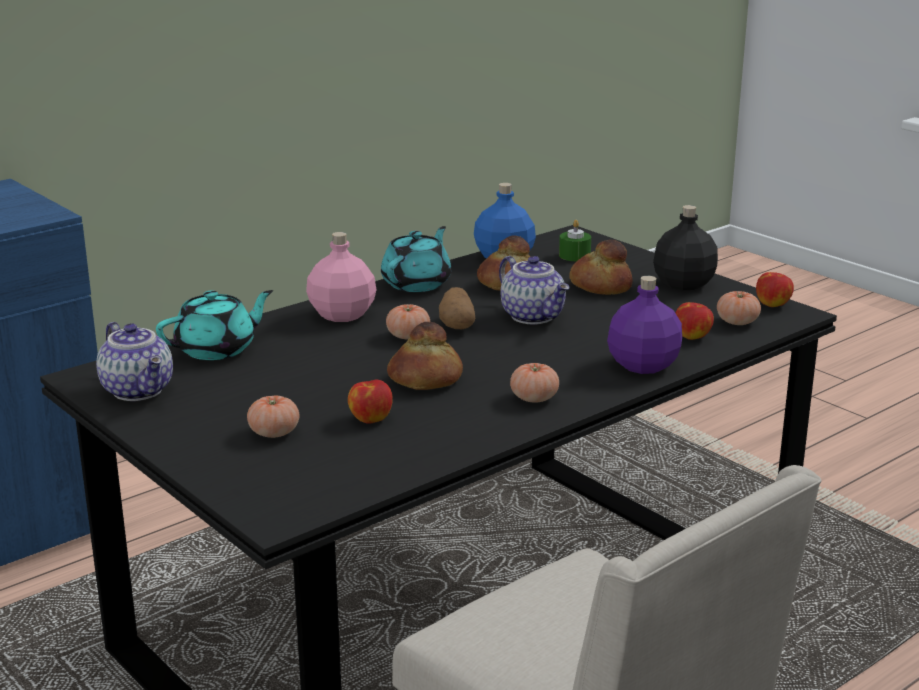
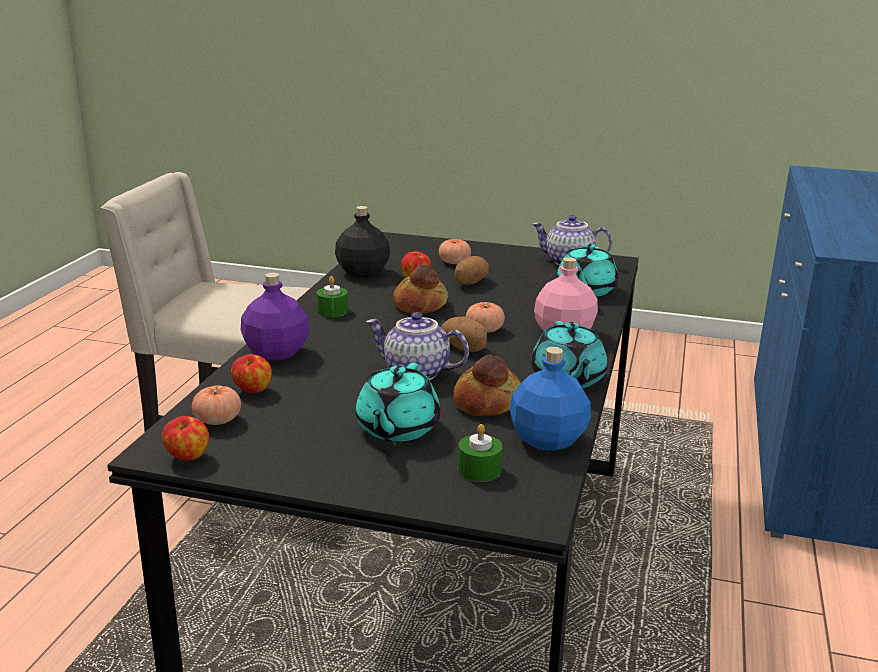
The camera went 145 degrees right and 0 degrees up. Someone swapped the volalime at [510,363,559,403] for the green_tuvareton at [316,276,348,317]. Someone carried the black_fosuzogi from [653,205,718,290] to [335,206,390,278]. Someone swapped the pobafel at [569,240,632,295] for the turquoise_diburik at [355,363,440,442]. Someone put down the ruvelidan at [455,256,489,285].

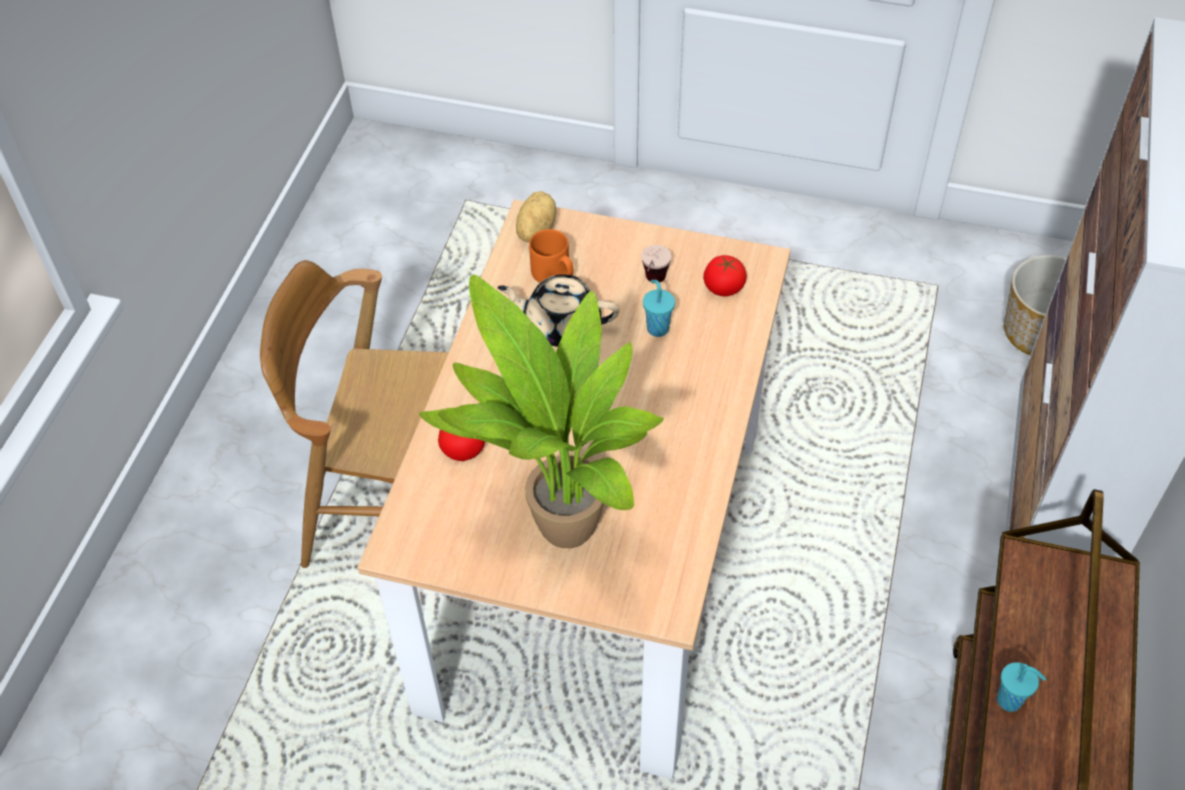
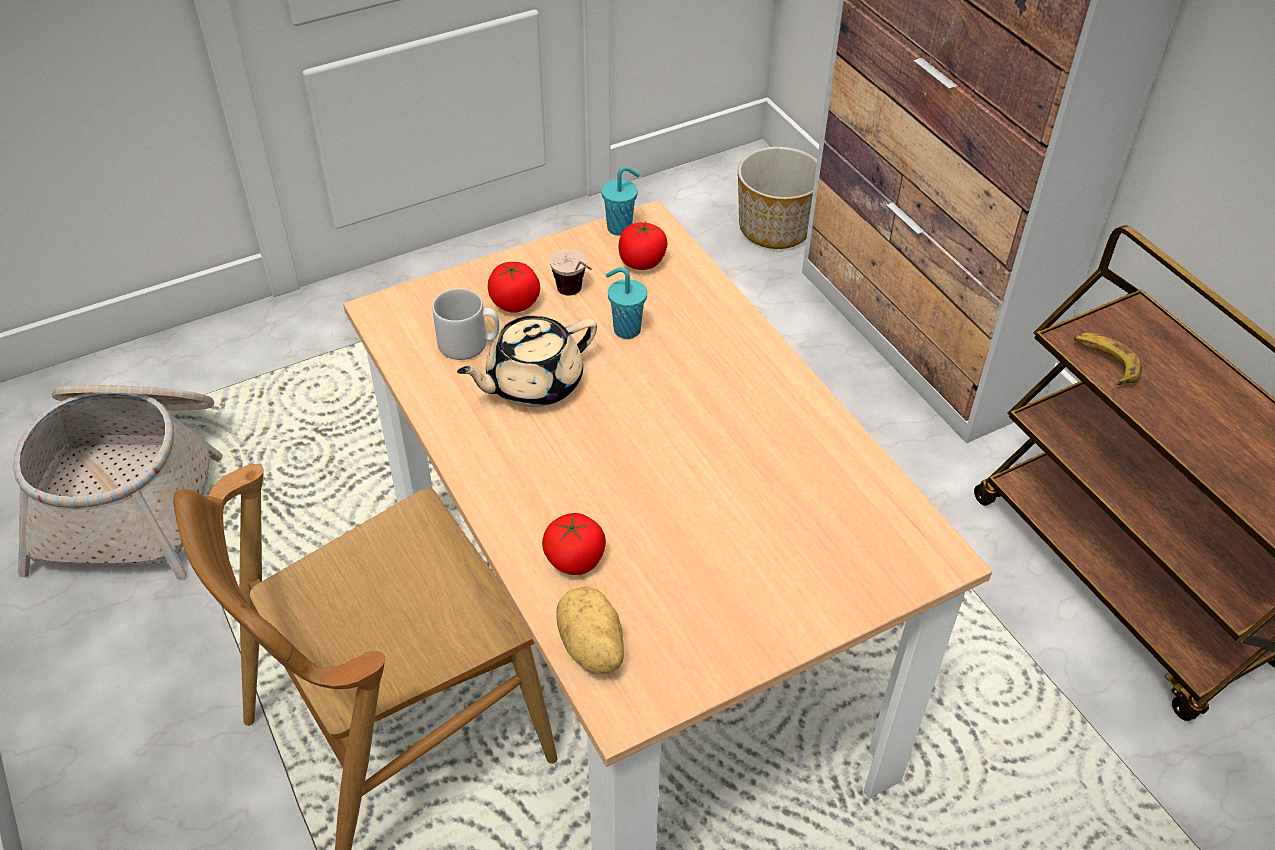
The camera went 45 degrees left and 5 degrees down. Someone put down the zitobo at [13,385,223,579]. Someone repainted the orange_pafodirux at [529,229,573,283], which became the grey_pafodirux at [432,288,499,360]. Someone put down the volalime at [488,262,540,313]. Someone carried the ruvelidan from [516,191,556,242] to [557,587,624,674]. Someone carried the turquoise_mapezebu from [997,662,1046,712] to [601,166,640,236]. Someone put down the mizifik at [1074,333,1142,385]. Someone took away the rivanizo at [419,275,664,548].

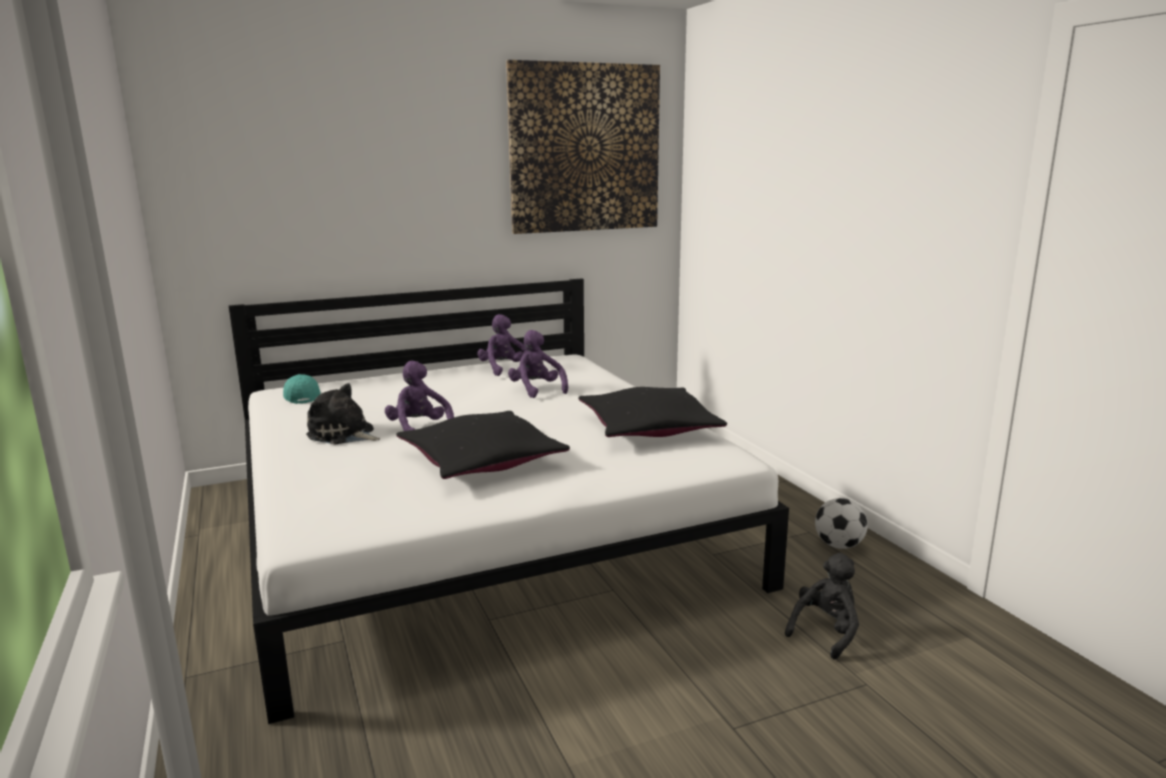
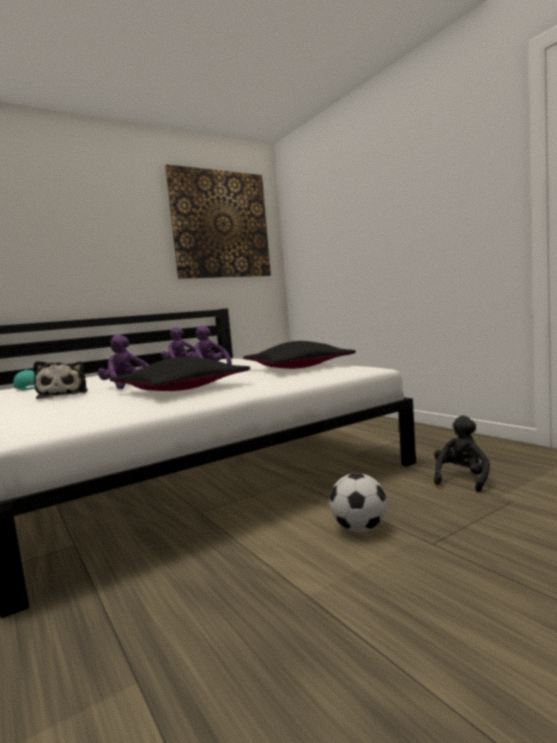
The camera went 10 degrees left and 10 degrees down. Someone rotated the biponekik at [306,383,380,444] by 120 degrees counterclockwise. Someone carried the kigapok from [815,498,868,549] to [330,473,387,532].

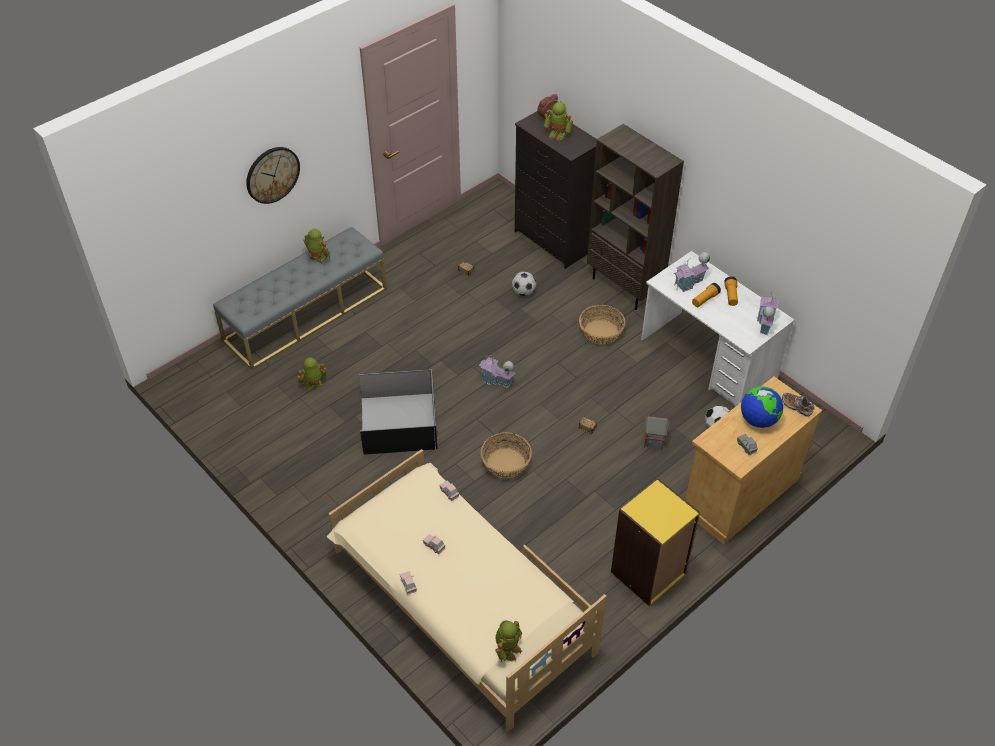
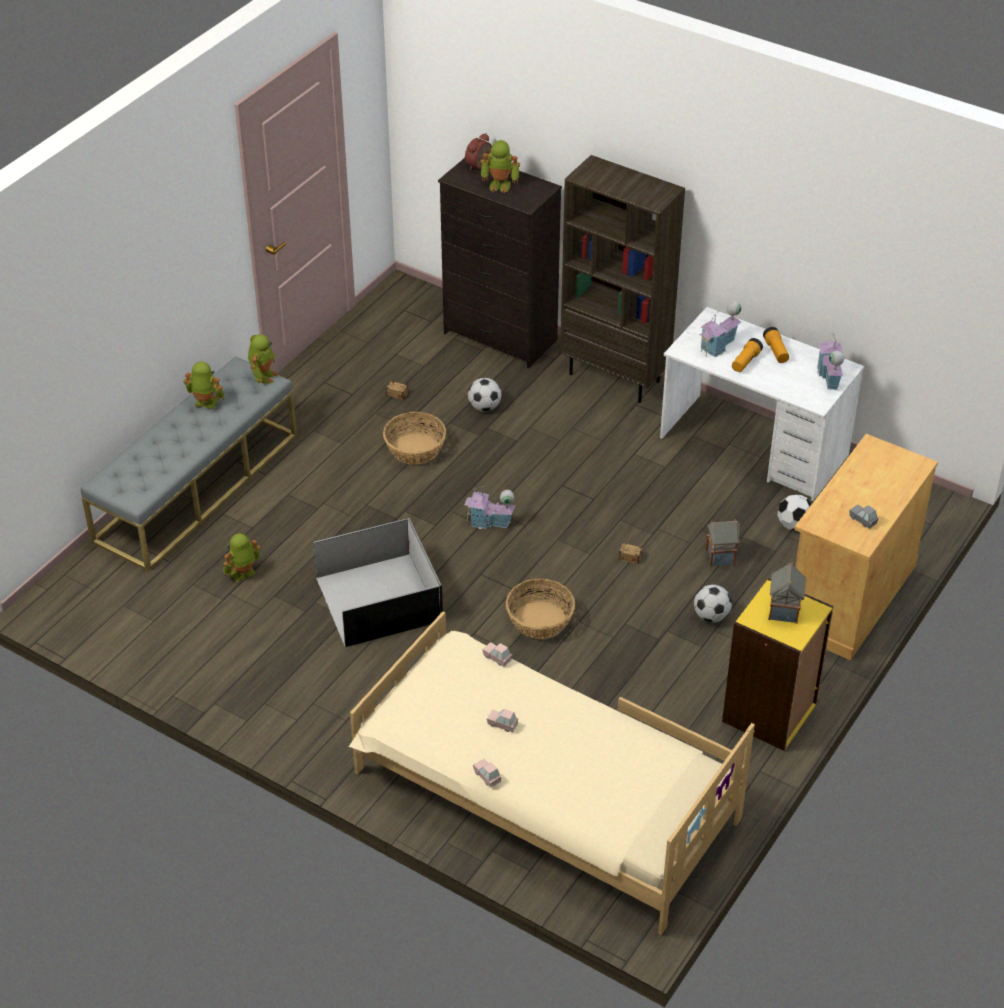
The camera went 15 degrees left and 5 degrees down. Someone carried the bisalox from [495,620,522,662] to [248,334,278,384]. Someone carried the zitobo from [579,305,625,345] to [383,412,446,465]. Someone put down the kigapok at [694,585,732,622]. Someone put down the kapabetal at [768,563,806,624]. Someone took away the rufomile at [246,147,300,204]. Someone took away the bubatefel at [741,386,783,428]. Someone took away the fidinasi at [782,393,815,417].

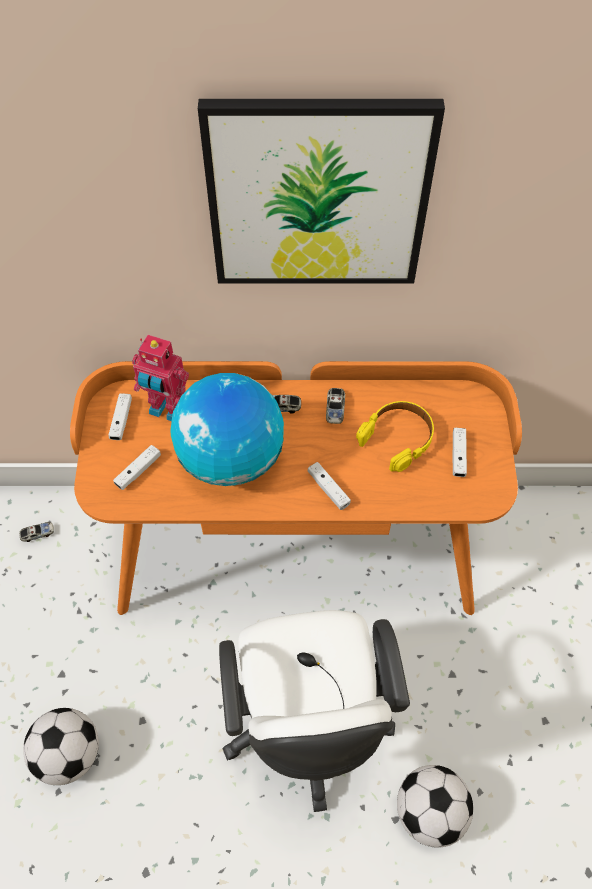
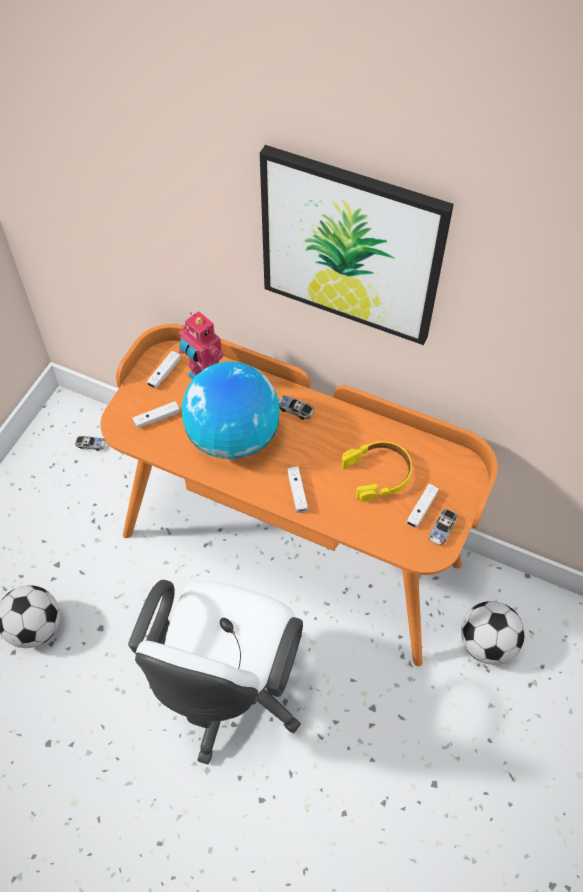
The camera went 25 degrees right and 0 degrees up. Someone carried the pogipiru from [326,388,345,424] to [429,509,458,546]. Someone carried the kigapok from [397,765,473,848] to [461,601,525,665].

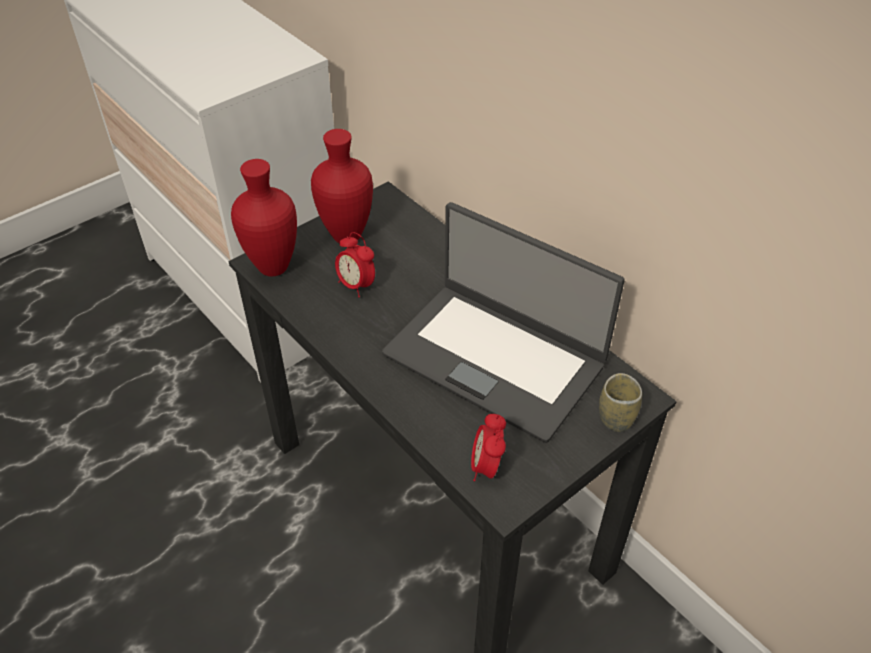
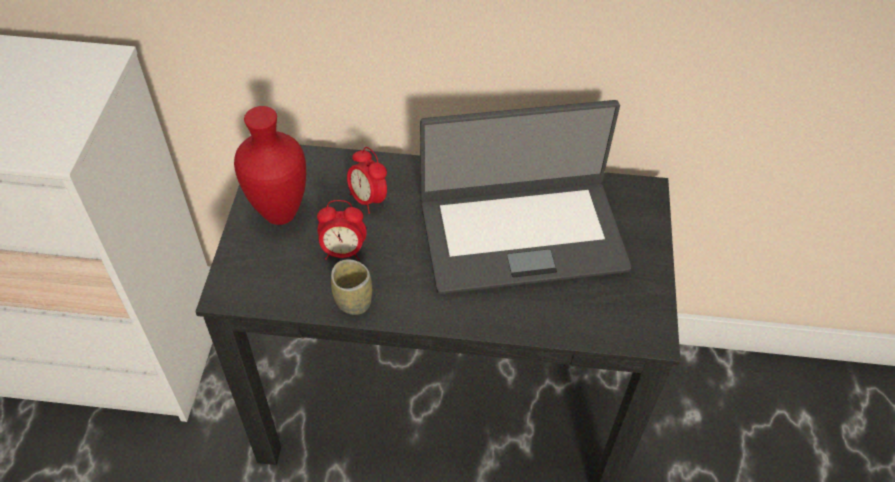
The camera went 45 degrees left and 5 degrees up. Someone carried the mapezebu from [599,373,642,432] to [331,259,372,315]. Someone carried the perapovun from [471,414,506,481] to [347,147,387,214]. Someone took away the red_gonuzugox at [231,159,297,276].

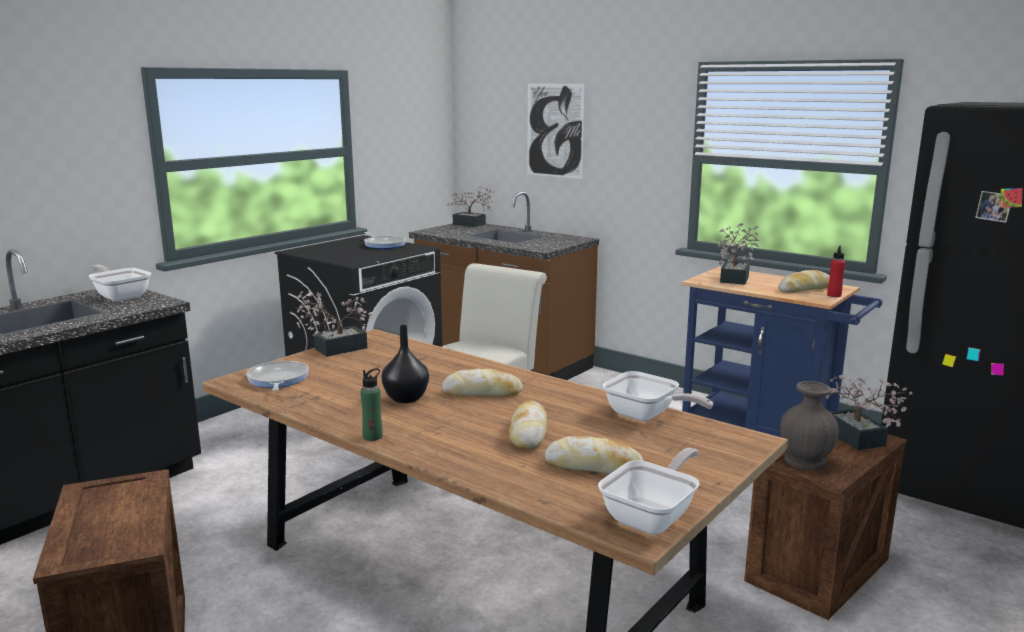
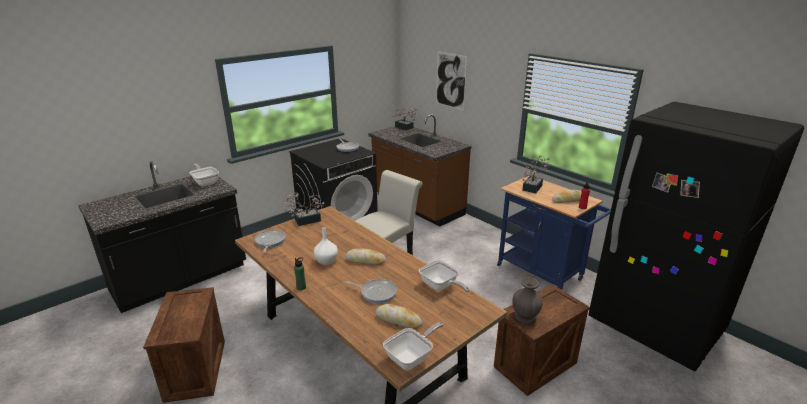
The camera went 10 degrees right and 10 degrees up. Someone repainted the black_gonuzugox at [381,325,429,403], which became the white_gonuzugox at [314,227,338,265]. Someone swapped the pobafel at [509,401,547,449] for the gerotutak at [345,279,397,303]. Someone took away the rivanizo at [826,375,912,450].

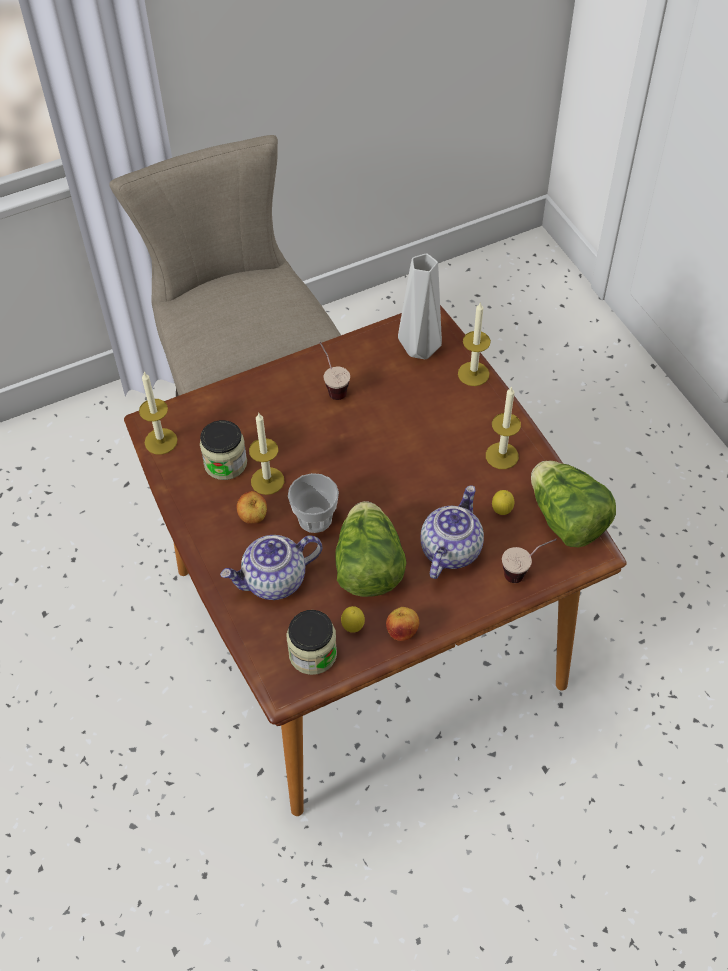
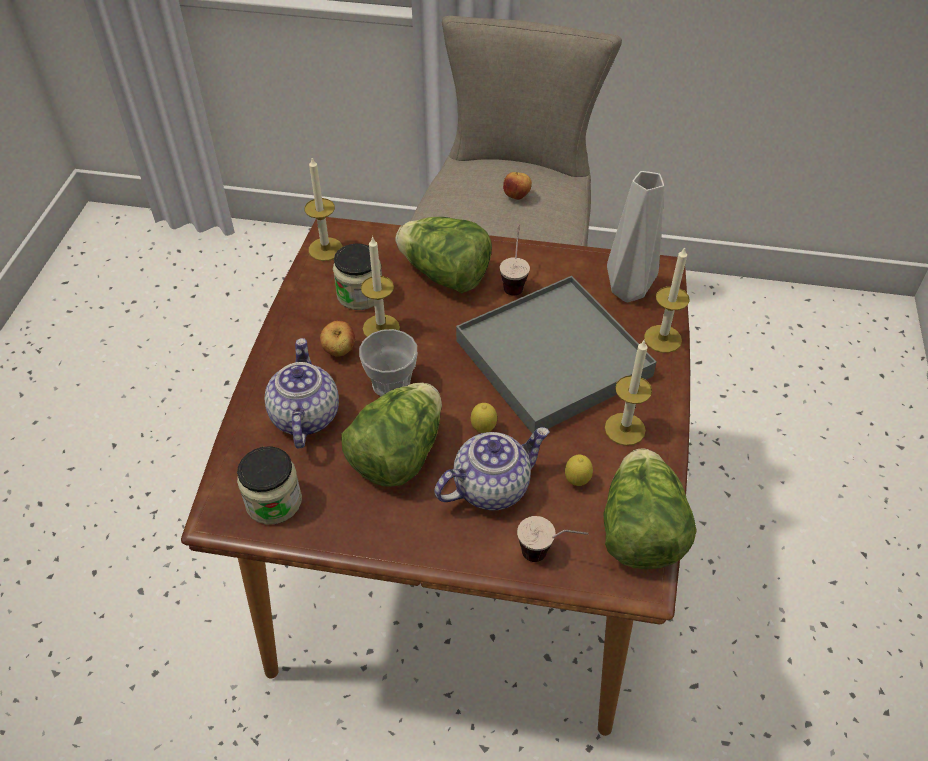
The camera went 35 degrees right and 5 degrees down. Someone rotated the diburik at [220,535,322,600] by 75 degrees clockwise. Someone put down the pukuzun at [395,217,492,293]. Someone put down the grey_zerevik at [456,276,657,434]. Someone carried the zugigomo from [341,606,365,633] to [471,403,497,433]. Someone carried the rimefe from [386,607,419,641] to [503,172,532,200].

